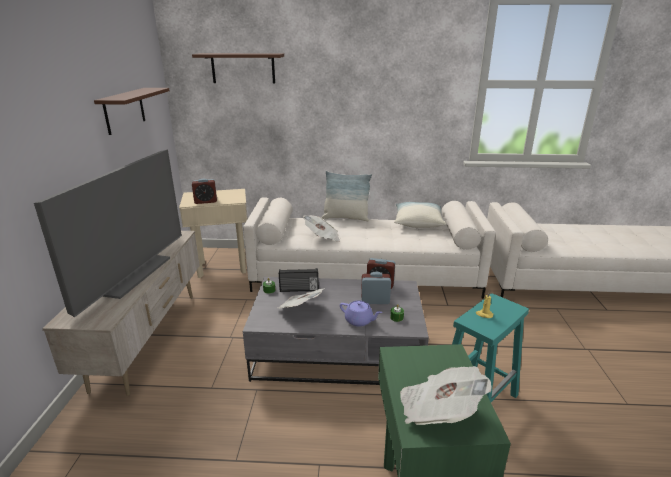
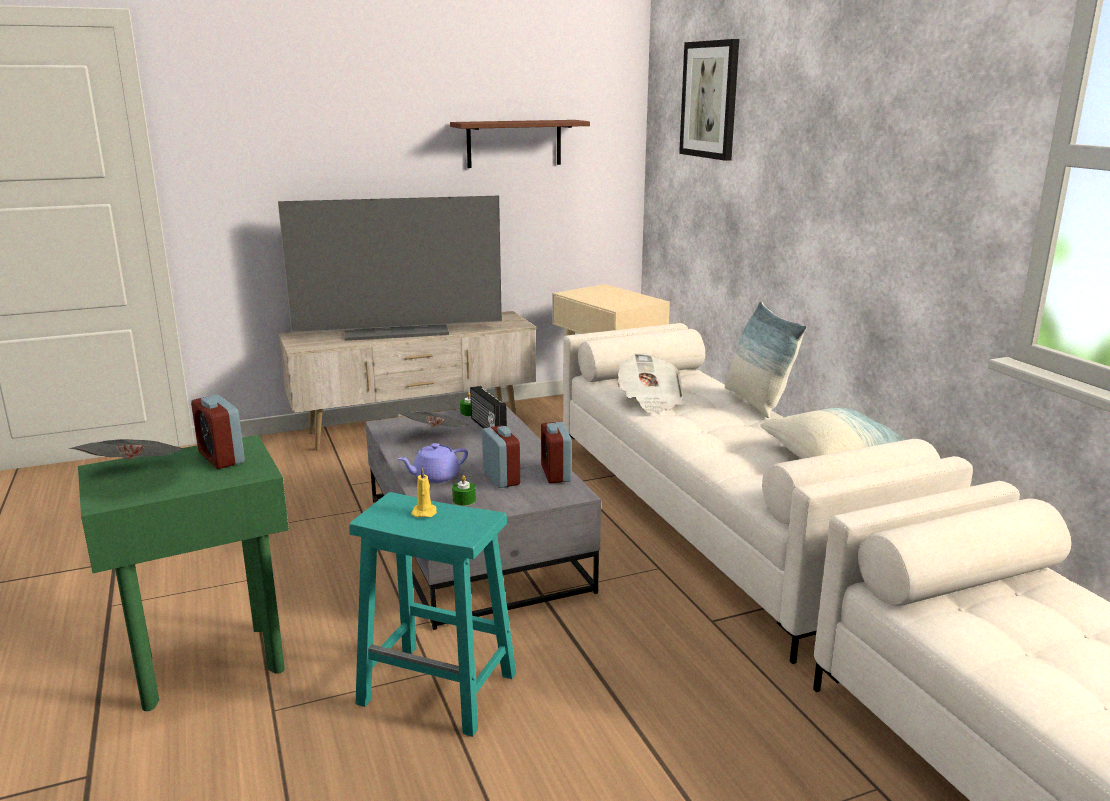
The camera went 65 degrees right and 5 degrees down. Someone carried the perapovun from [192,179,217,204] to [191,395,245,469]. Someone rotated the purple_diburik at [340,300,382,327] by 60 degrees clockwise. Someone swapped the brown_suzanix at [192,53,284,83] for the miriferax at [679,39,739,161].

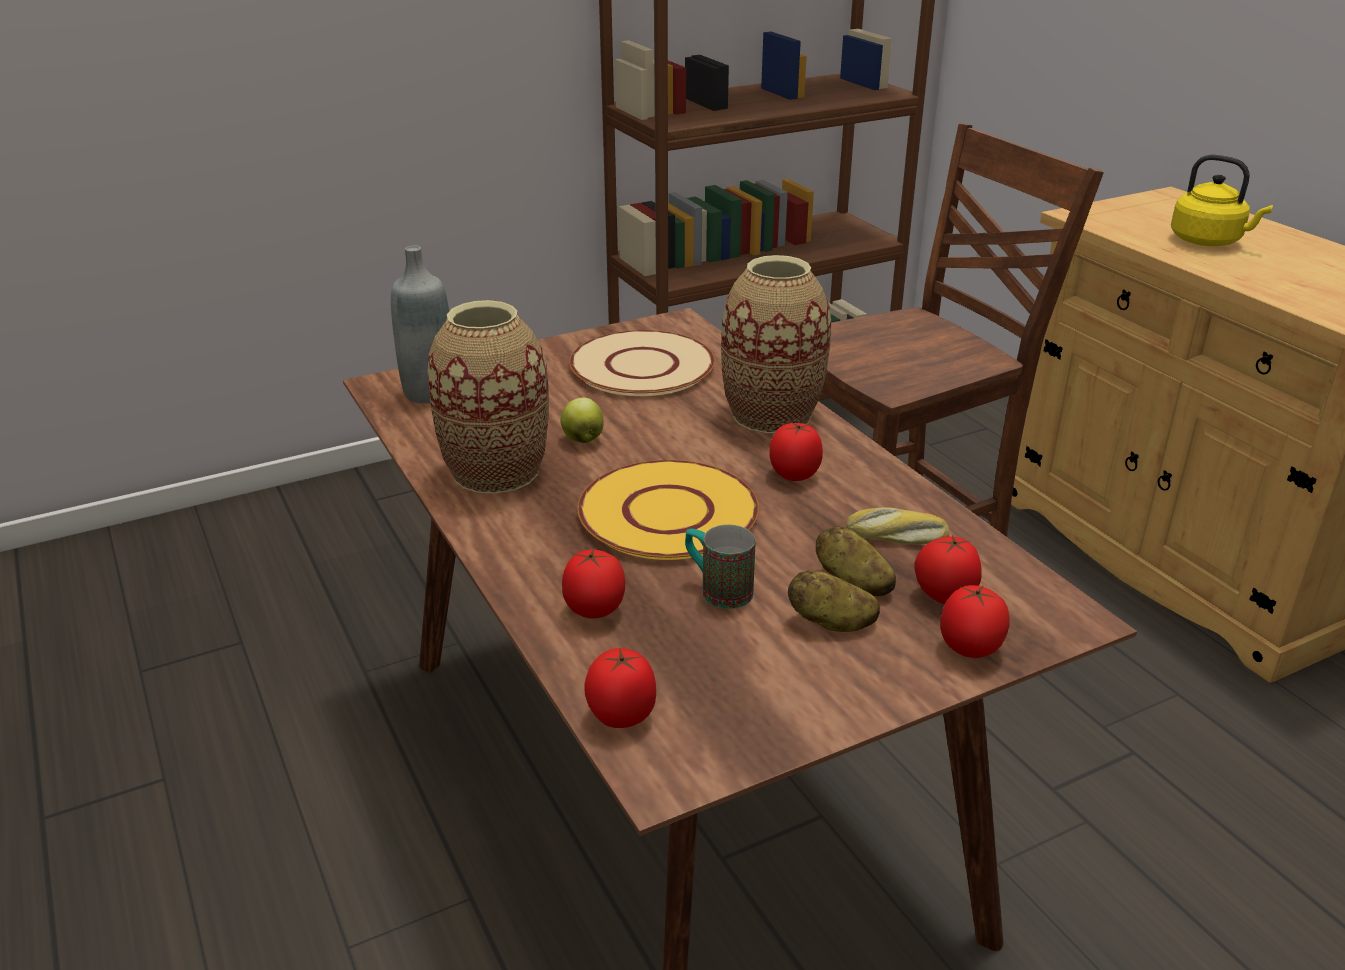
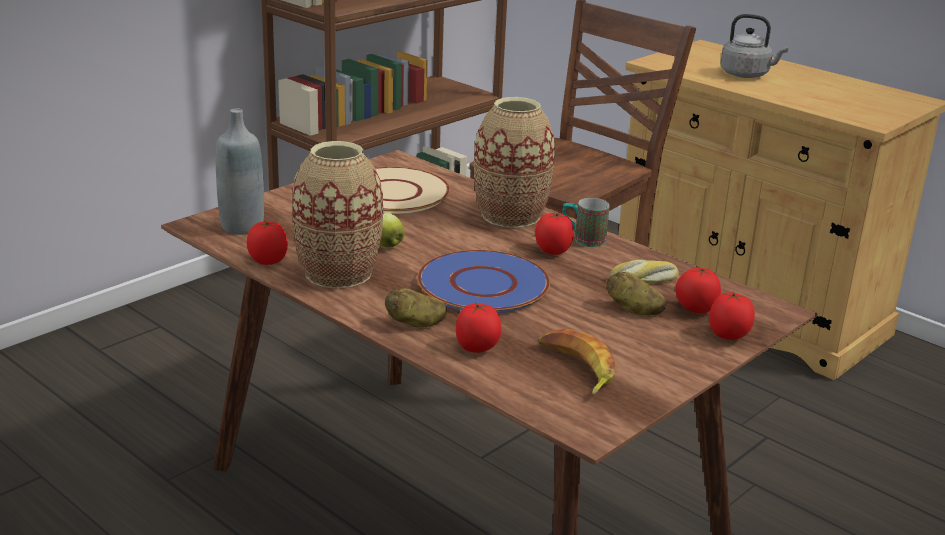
The camera went 20 degrees left and 5 degrees down. Someone carried the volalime from [584,648,656,728] to [247,221,288,265]. Someone carried the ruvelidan from [788,571,880,632] to [385,288,447,328]. Someone repainted the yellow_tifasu at [577,460,759,560], which became the blue_tifasu at [417,250,550,313]. Someone put down the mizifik at [538,329,615,396]. Someone carried the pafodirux from [685,525,756,609] to [563,198,610,247]. Someone repainted the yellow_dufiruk at [1171,155,1273,246], which became the grey_dufiruk at [720,14,788,78].

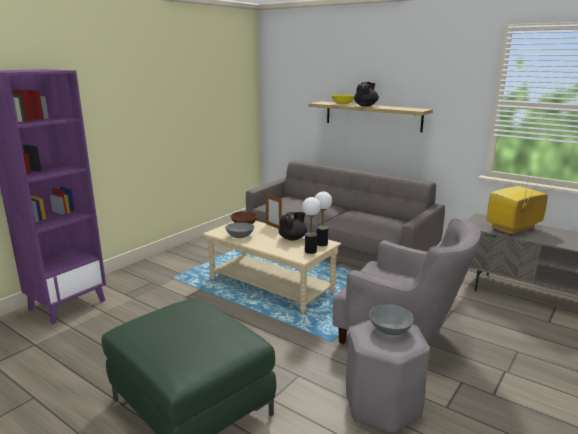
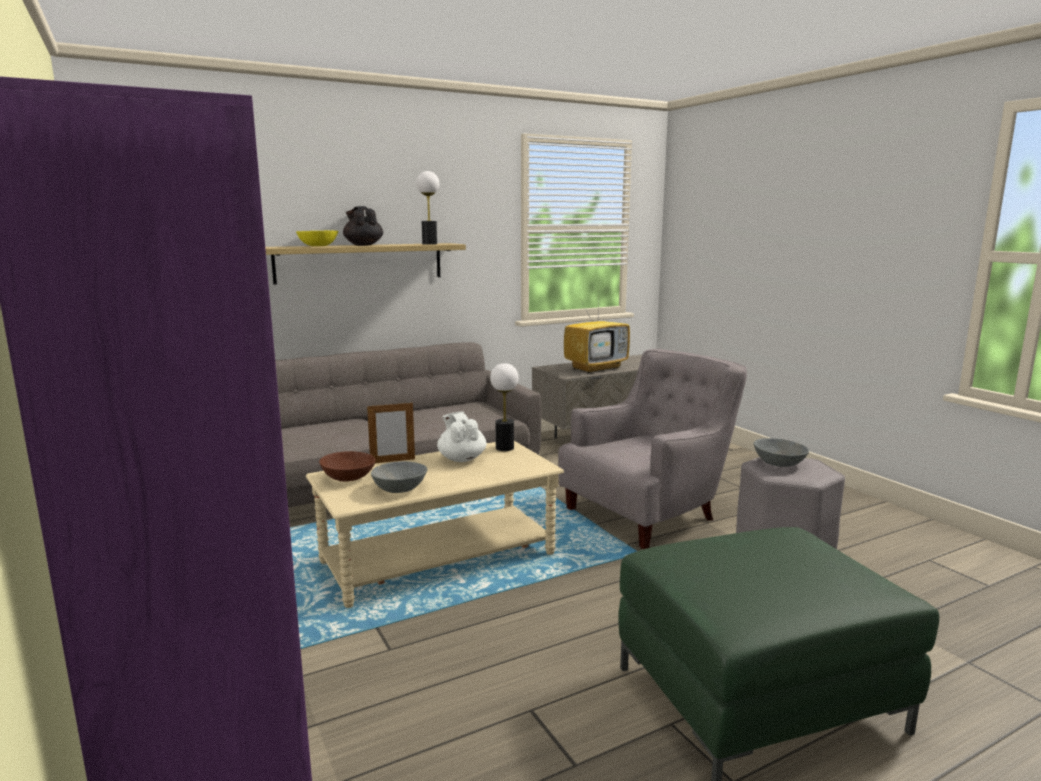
The camera went 65 degrees left and 5 degrees down. Someone carried the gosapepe from [302,197,321,254] to [416,171,439,245]. Someone repainted the black_diburik at [279,212,307,241], which became the white_diburik at [437,411,487,462]. Someone rotated the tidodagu at [487,176,548,236] by 120 degrees counterclockwise.

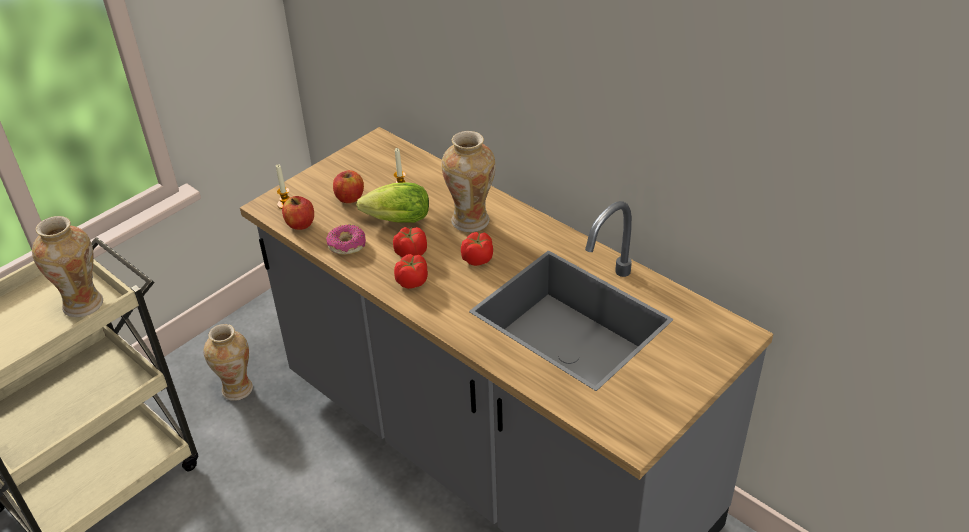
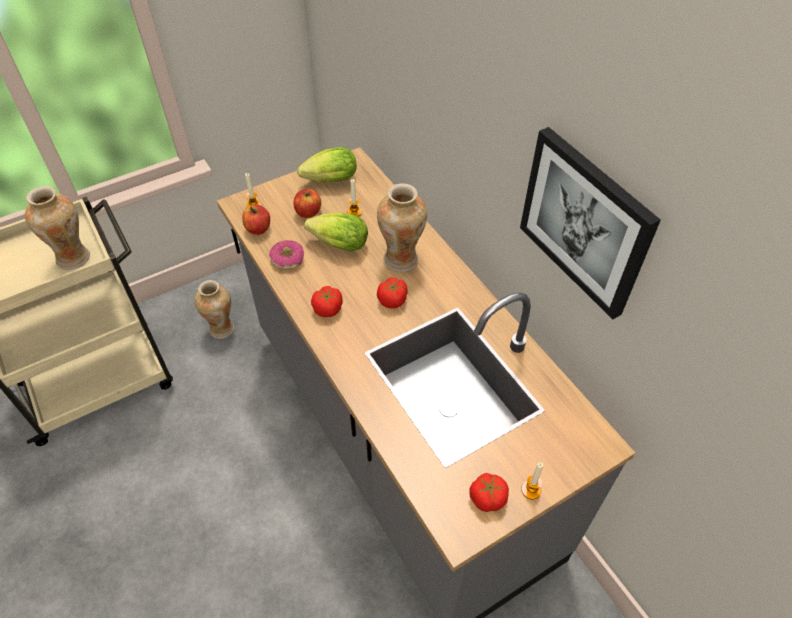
The camera went 15 degrees right and 10 degrees up. Someone put down the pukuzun at [297,147,357,182]. Someone carried the volalime from [393,227,427,257] to [470,473,509,512]. Someone put up the miriferax at [520,127,661,320]. Someone put down the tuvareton at [521,462,543,499].

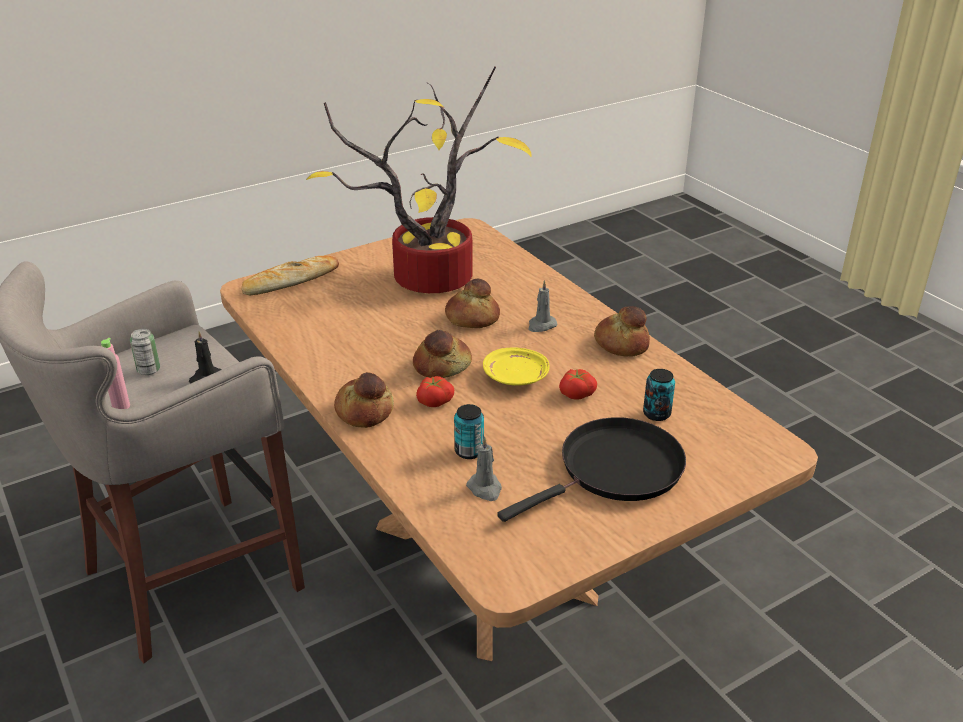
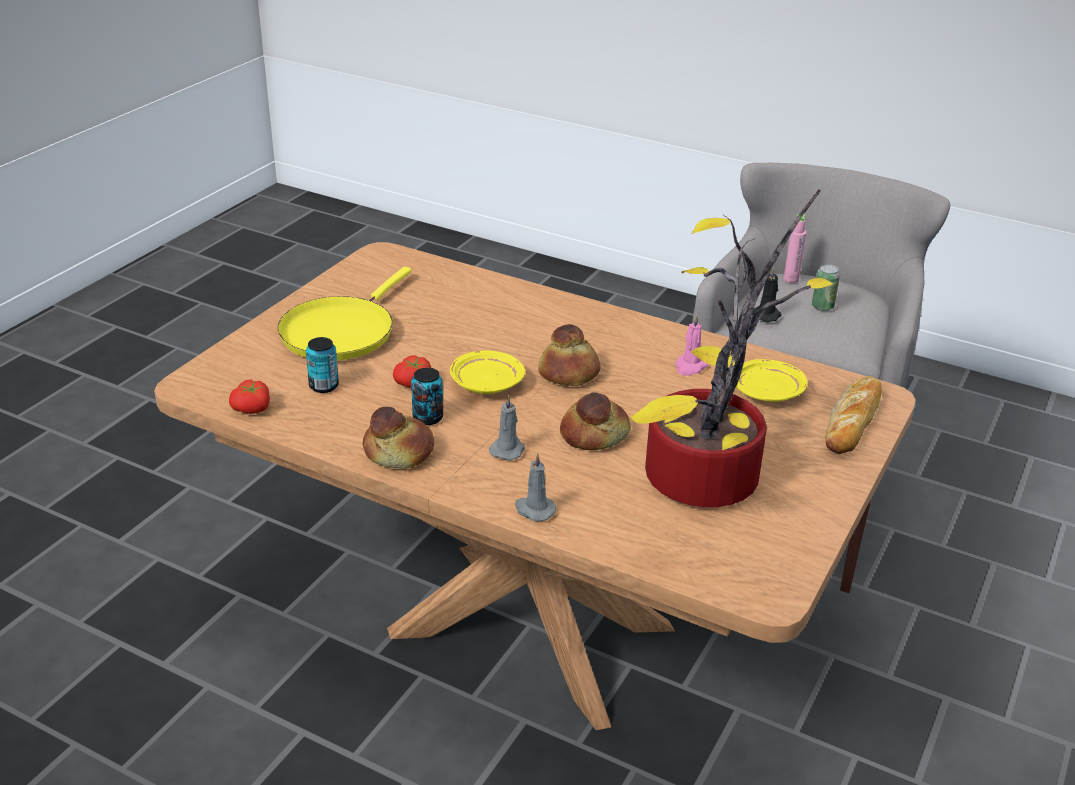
The camera went 150 degrees right and 0 degrees up. Someone carried the volalime from [416,376,454,407] to [229,380,270,414]. Someone repainted the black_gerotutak at [497,417,686,522], which became the yellow_gerotutak at [278,267,412,360]. Someone carried the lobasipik from [454,404,484,459] to [411,368,443,425]. Someone carried the grey_tuvareton from [466,436,502,501] to [515,452,556,521]. Someone put down the pink_tuvareton at [675,314,708,376]. Someone put down the yellow_tifasu at [736,359,807,402]. Someone took away the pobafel at [334,372,394,428].

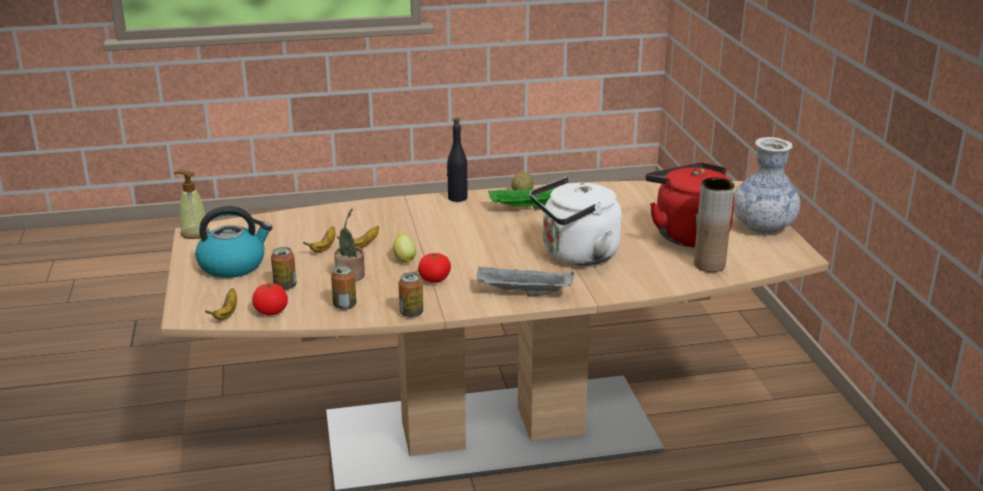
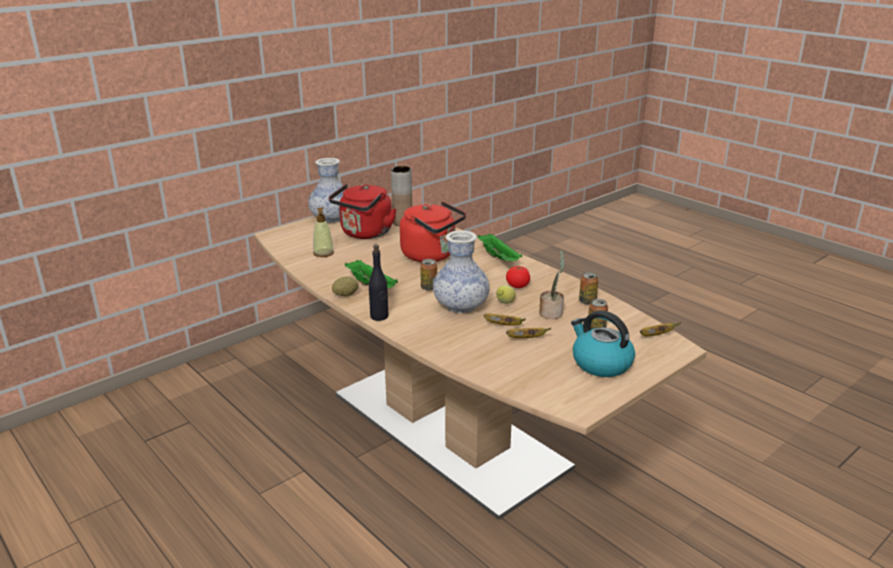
The camera went 120 degrees left and 0 degrees up. Someone carried the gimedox from [174,170,209,239] to [313,207,334,257]. Someone repainted the white_dufiruk at [530,177,622,266], which became the red_dufiruk at [400,201,466,262]. Someone carried the lobasipik from [399,272,423,317] to [420,259,437,291]. Someone put down the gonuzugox at [433,231,490,313]. Someone repainted the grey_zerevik at [477,266,573,296], which became the green_zerevik at [478,234,522,261]. Someone took away the volalime at [252,283,288,315].

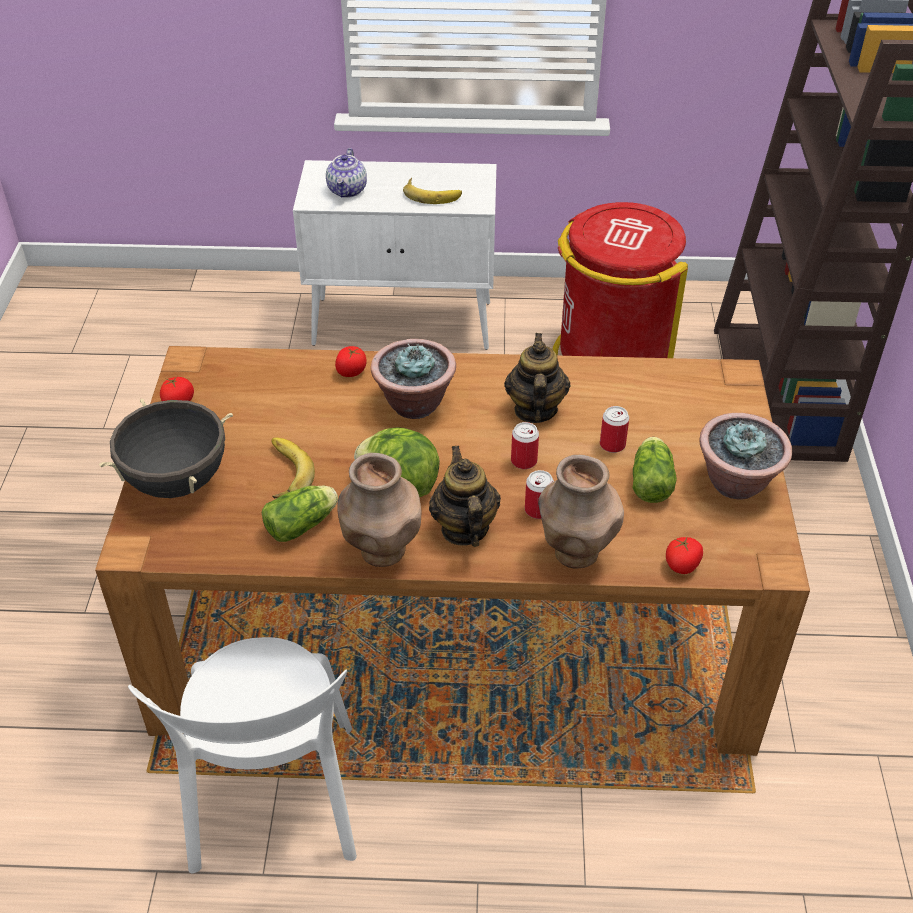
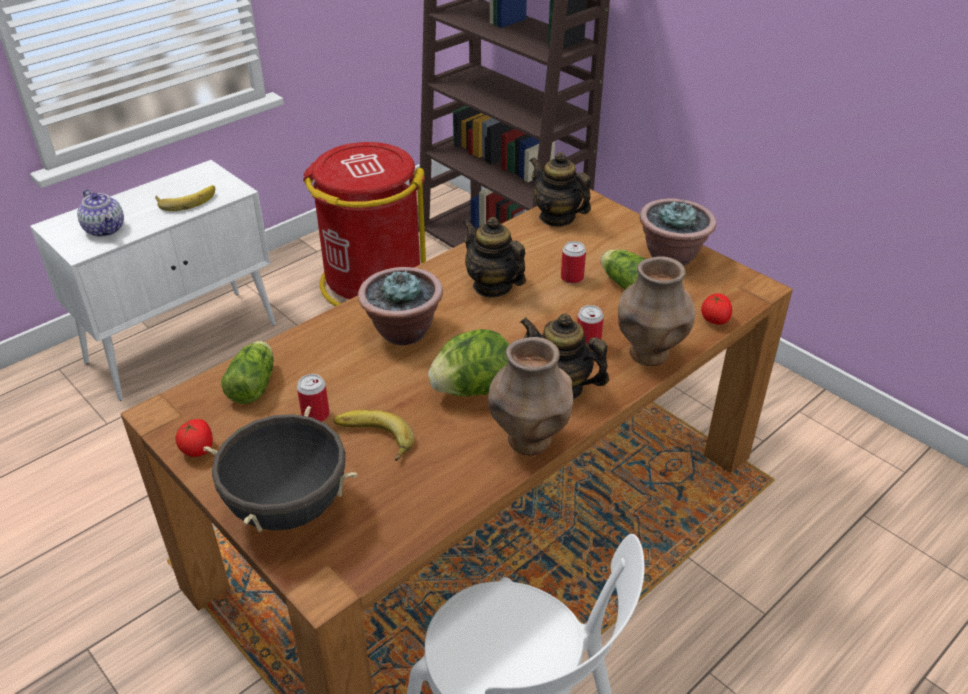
The camera went 45 degrees left and 5 degrees down. Someone carried the pukuzun from [262,486,338,542] to [221,341,274,404]. Someone carried the lobasipik from [511,422,539,469] to [297,374,330,422]. Someone put down the diburik at [530,152,591,227]. Someone took away the volalime at [335,346,367,377].

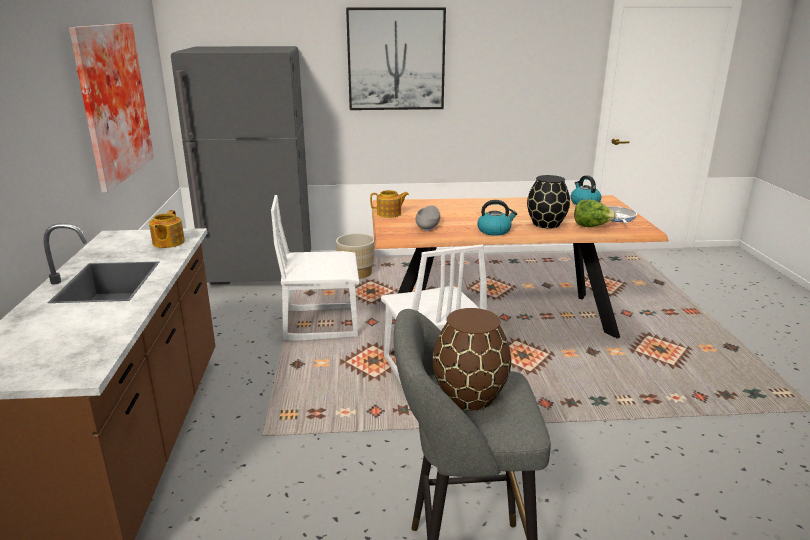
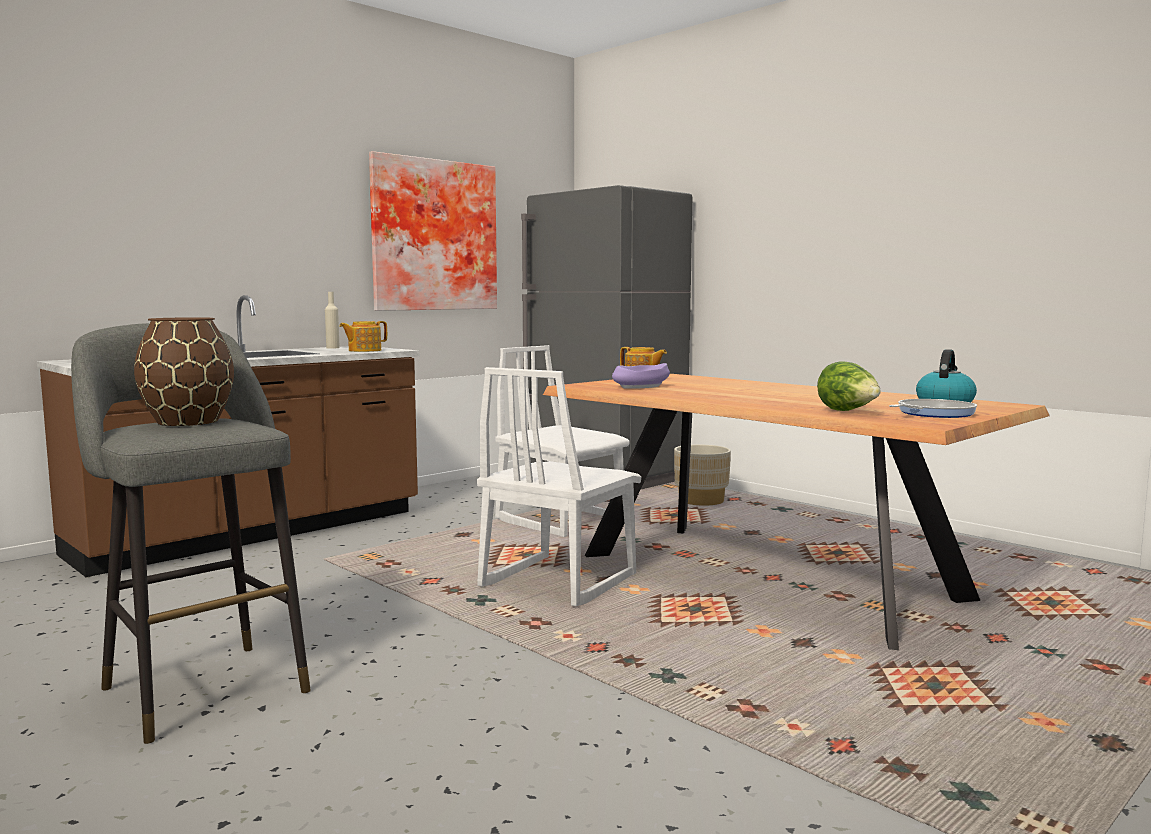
The camera went 50 degrees right and 15 degrees down. Someone put down the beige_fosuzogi at [325,292,340,348]. Someone repainted the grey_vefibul at [416,205,440,231], which became the purple_vefibul at [612,363,670,389]. Someone took away the miriferax at [346,7,446,110]. Someone took away the dufiruk at [477,200,517,236]. Someone took away the black_gonuzugox at [527,175,570,228].

